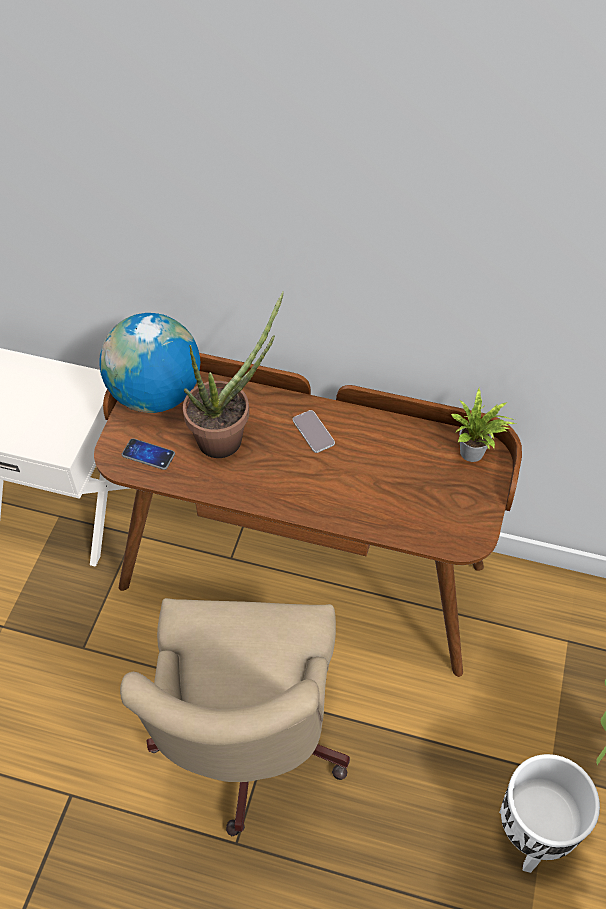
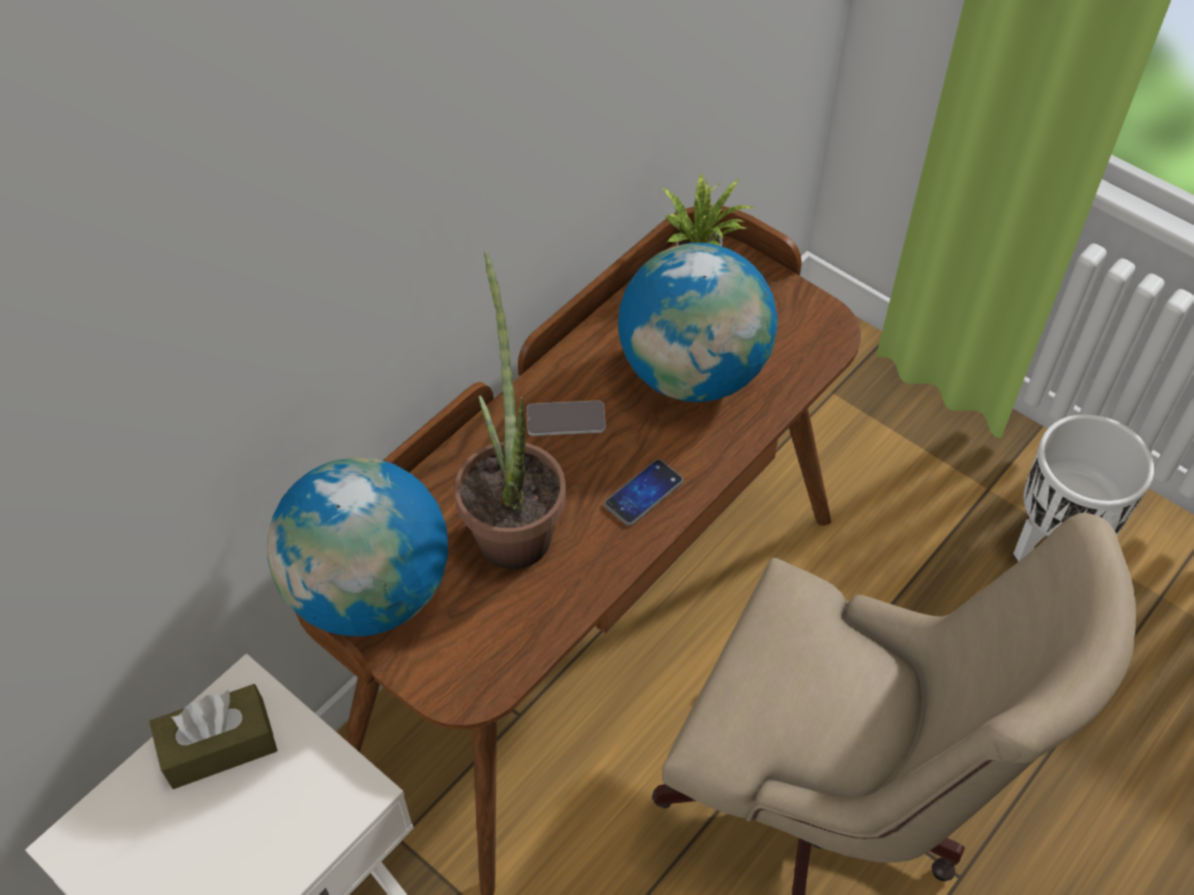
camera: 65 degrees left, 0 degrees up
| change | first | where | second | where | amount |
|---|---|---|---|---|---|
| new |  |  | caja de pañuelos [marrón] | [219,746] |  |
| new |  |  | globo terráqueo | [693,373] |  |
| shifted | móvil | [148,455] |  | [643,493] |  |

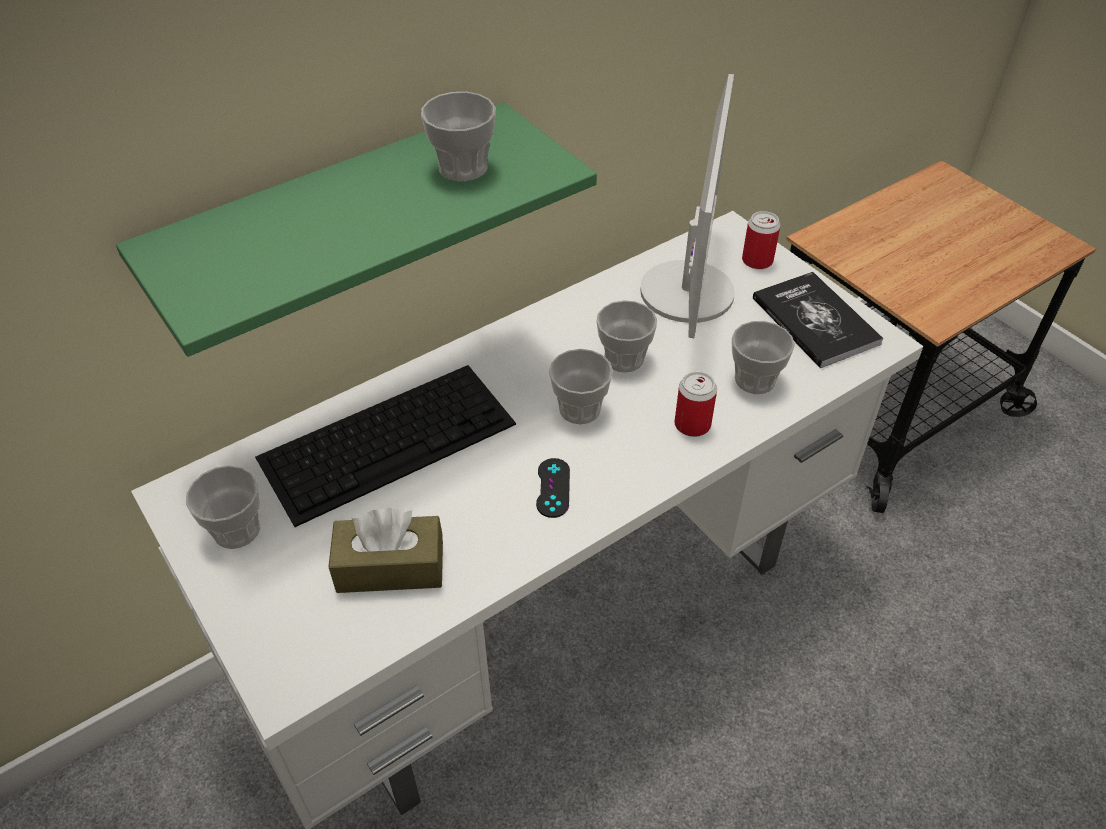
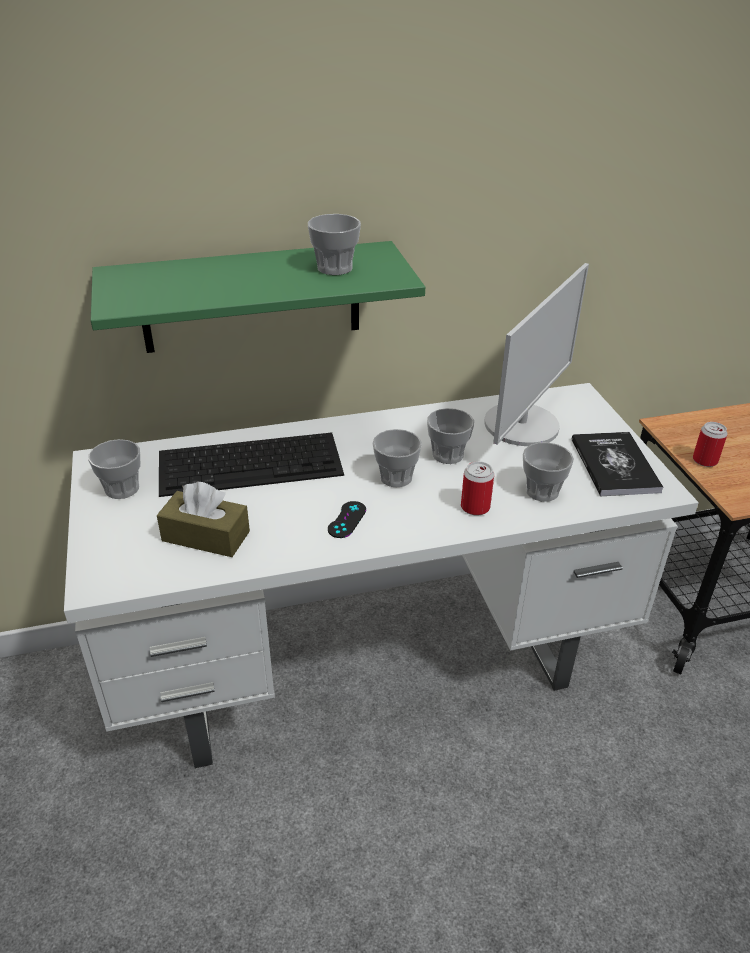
camera: 20 degrees right, 10 degrees down
| change | first | where | second | where | amount |
|---|---|---|---|---|---|
| shifted | lata | [757,261] |  | [704,460] |  |

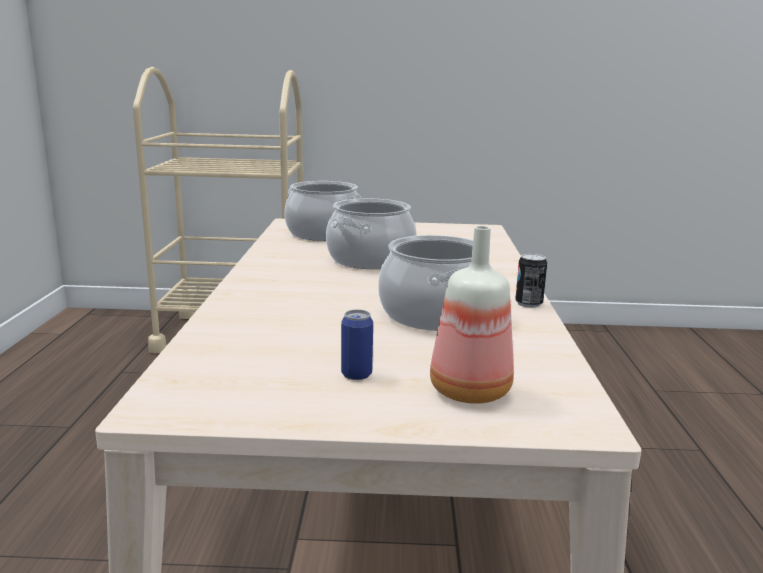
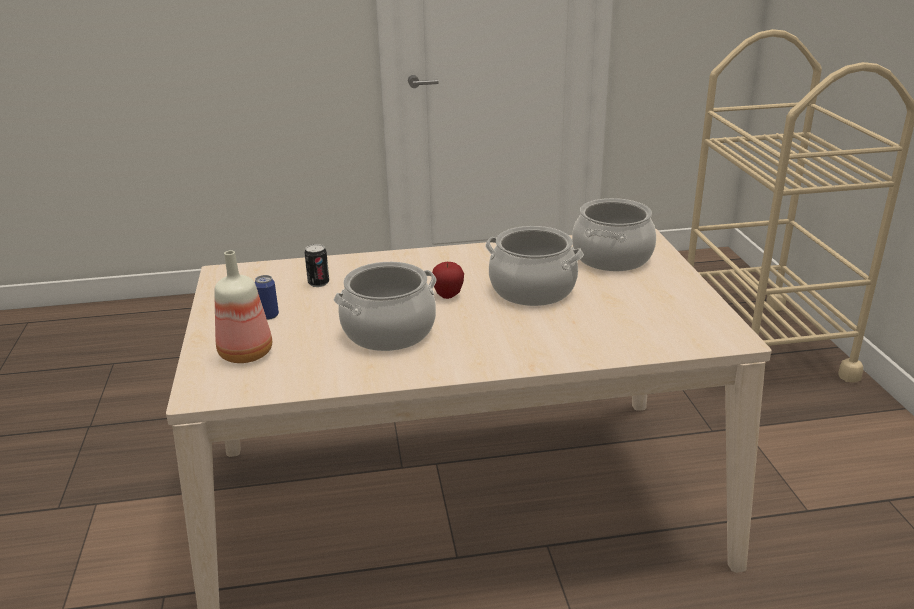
camera: 80 degrees right, 10 degrees up
| change | first | where | second | where | amount |
|---|---|---|---|---|---|
| new |  |  | manzana | [448,296] |  |
| shifted | lata | [528,304] |  | [318,283] |  |

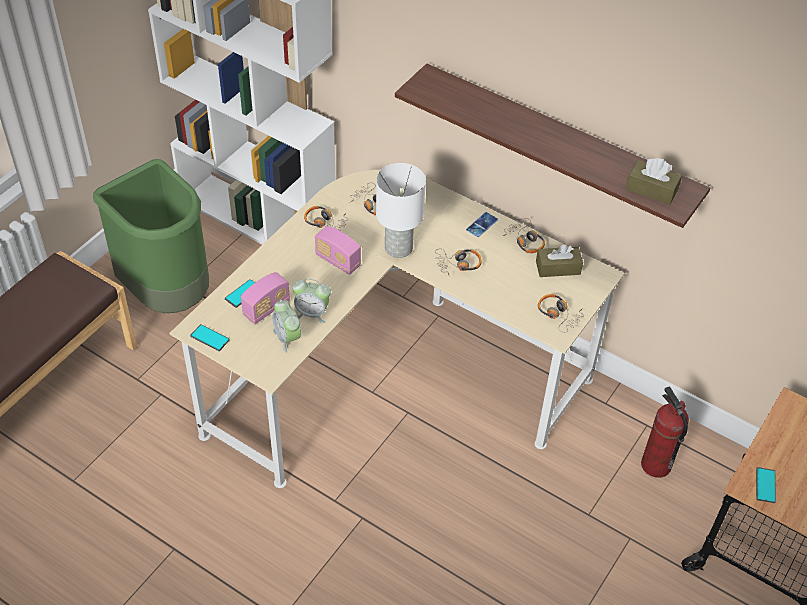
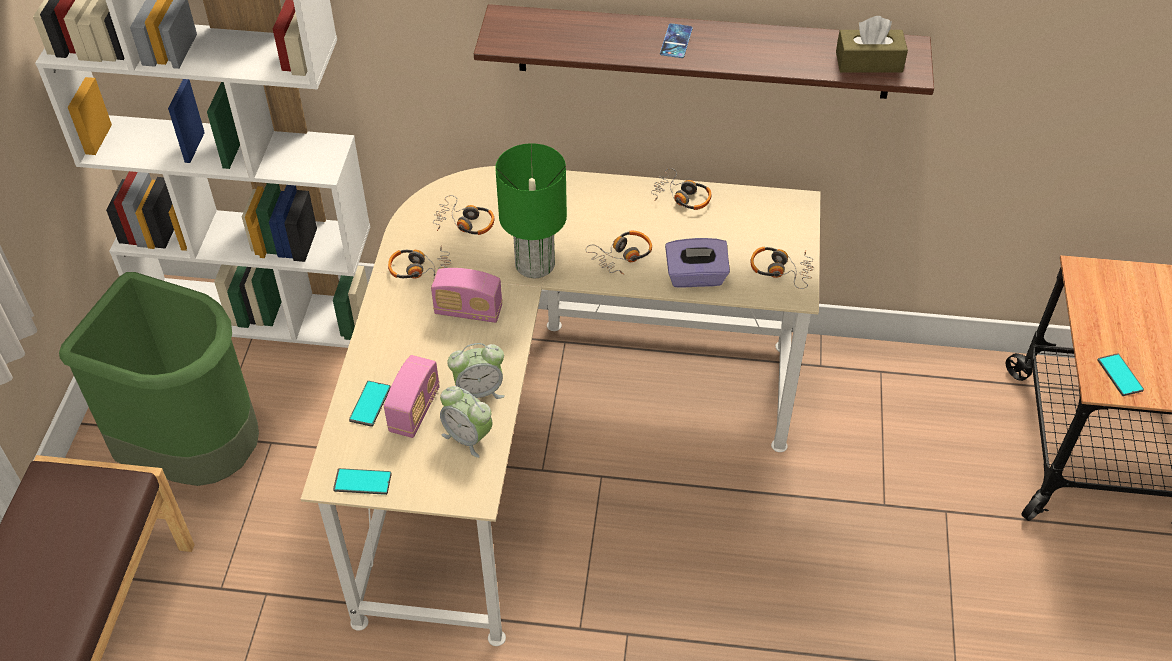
camera: 25 degrees left, 0 degrees up
| change | first | where | second | where | amount |
|---|---|---|---|---|---|
| gone | caja de pañuelos [marrón] | [558,268] |  |  |  |
| gone | extintor | [655,465] |  |  |  |
| new |  |  | caja de pañuelos [morado] | [696,277] |  |
| shifted | móvil | [482,225] |  | [676,41] |  |
| repainted | lámpara de mesa [blanco] | [399,247] | lámpara de mesa [verde] | [536,264] |  |

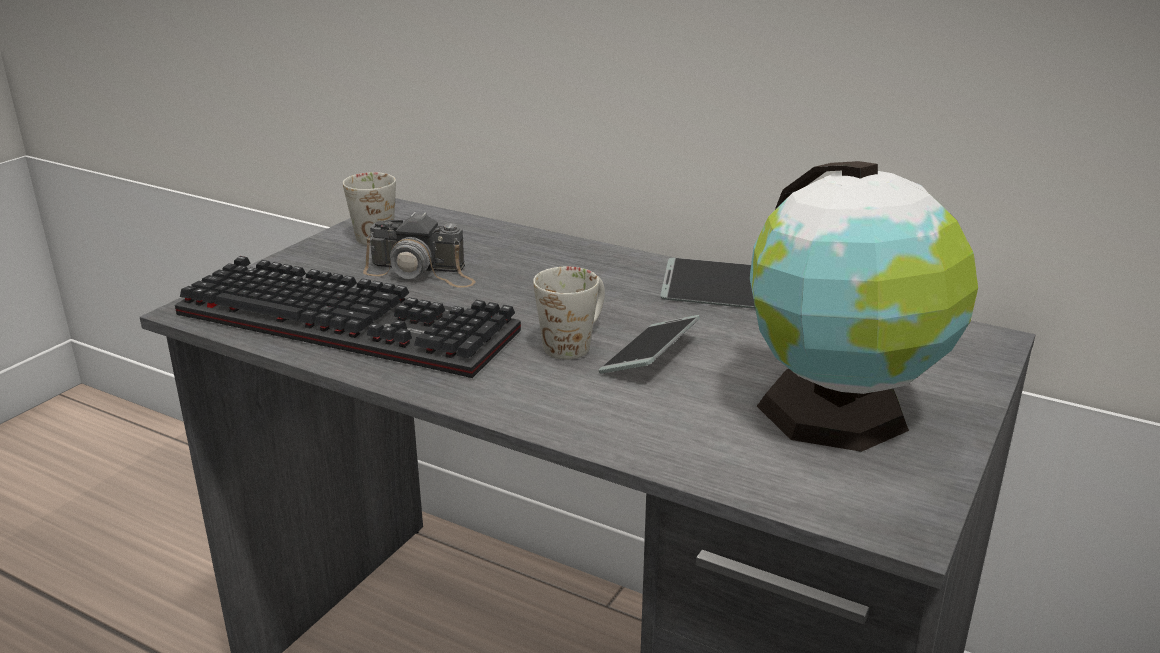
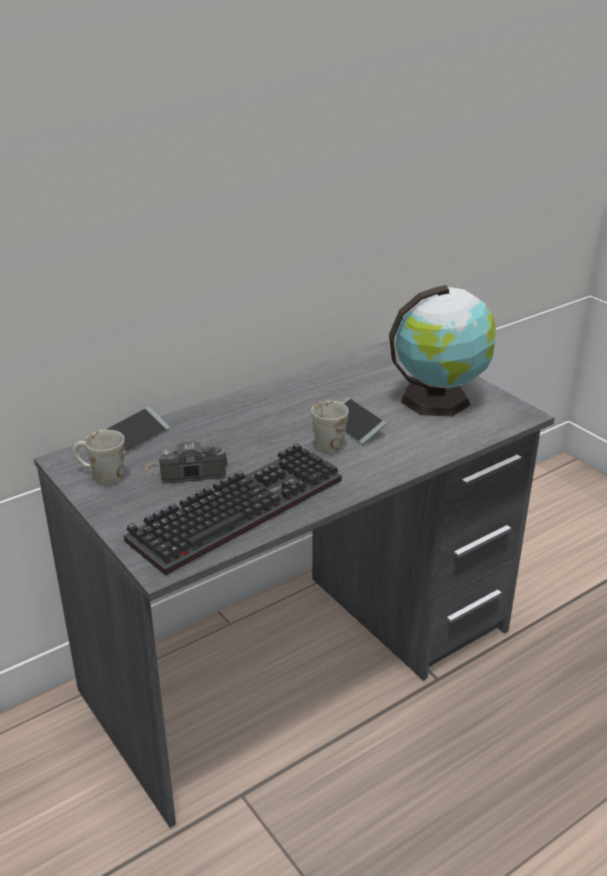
camera: 65 degrees left, 5 degrees up
| change | first | where | second | where | amount |
|---|---|---|---|---|---|
| shifted | móvil | [714,294] |  | [137,436] |  |
| rotated | cámara | [422,272] |  | [186,471] | 135 degrees counterclockwise |

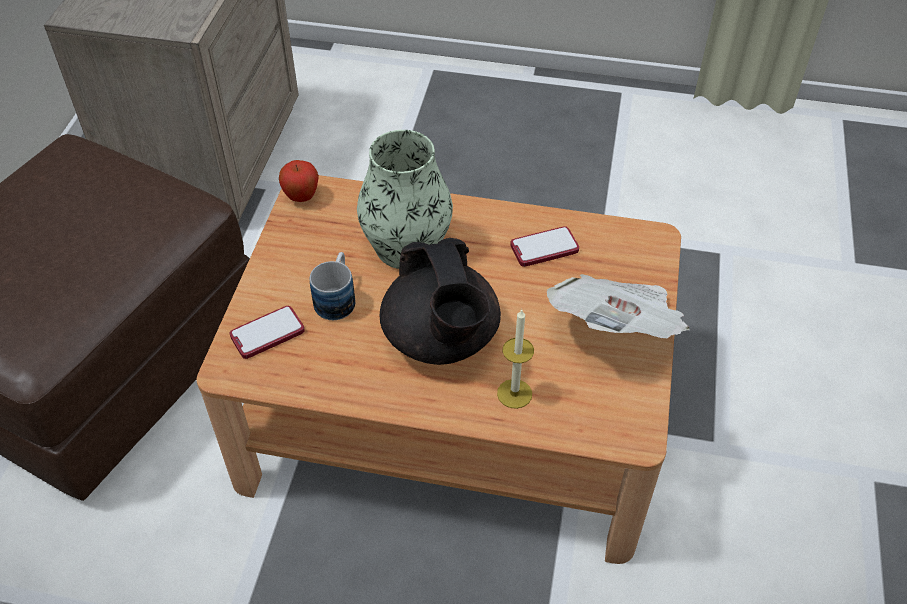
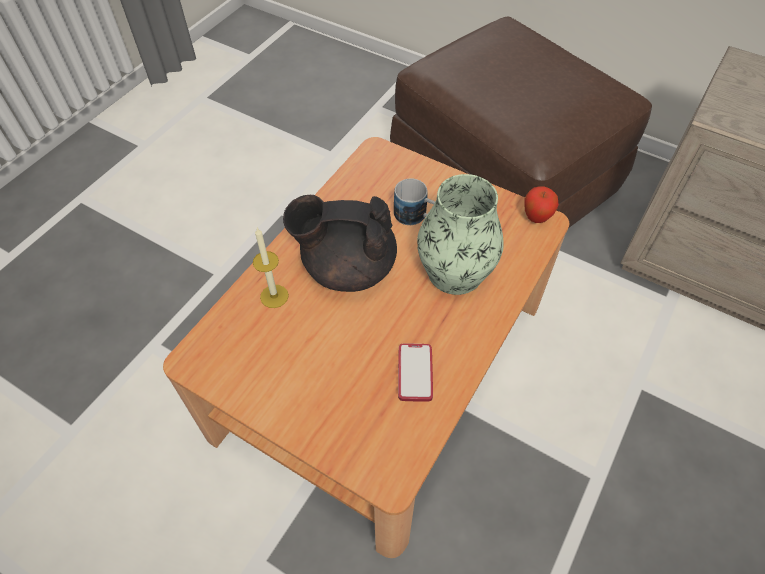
camera: 110 degrees right, 5 degrees up
| change | first | where | second | where | amount |
|---|---|---|---|---|---|
| gone | móvil | [267,333] |  |  |  |
| gone | periódico | [617,328] |  |  |  |

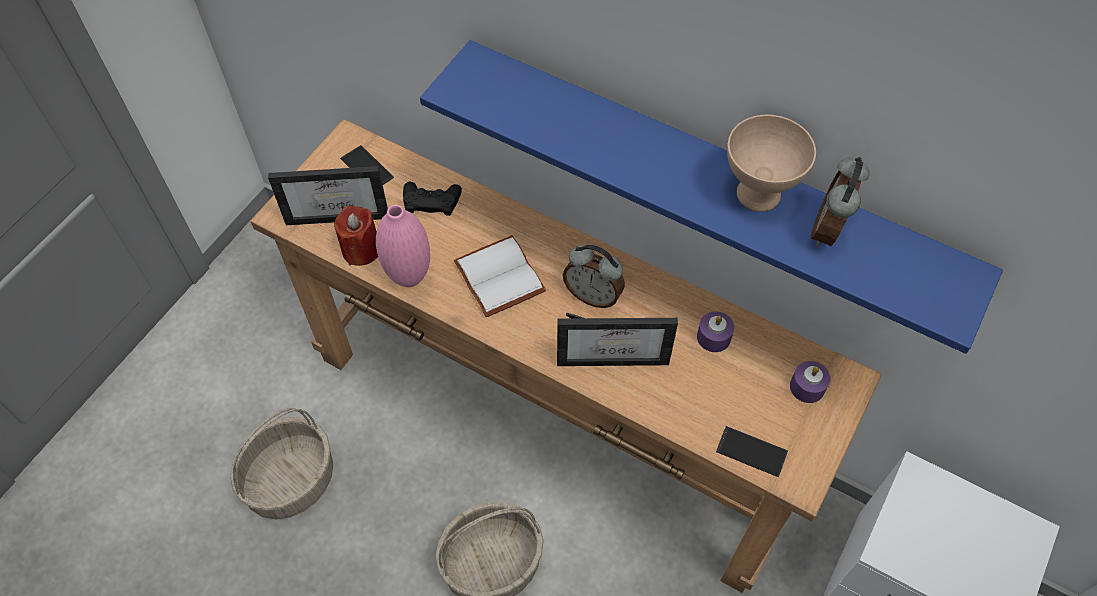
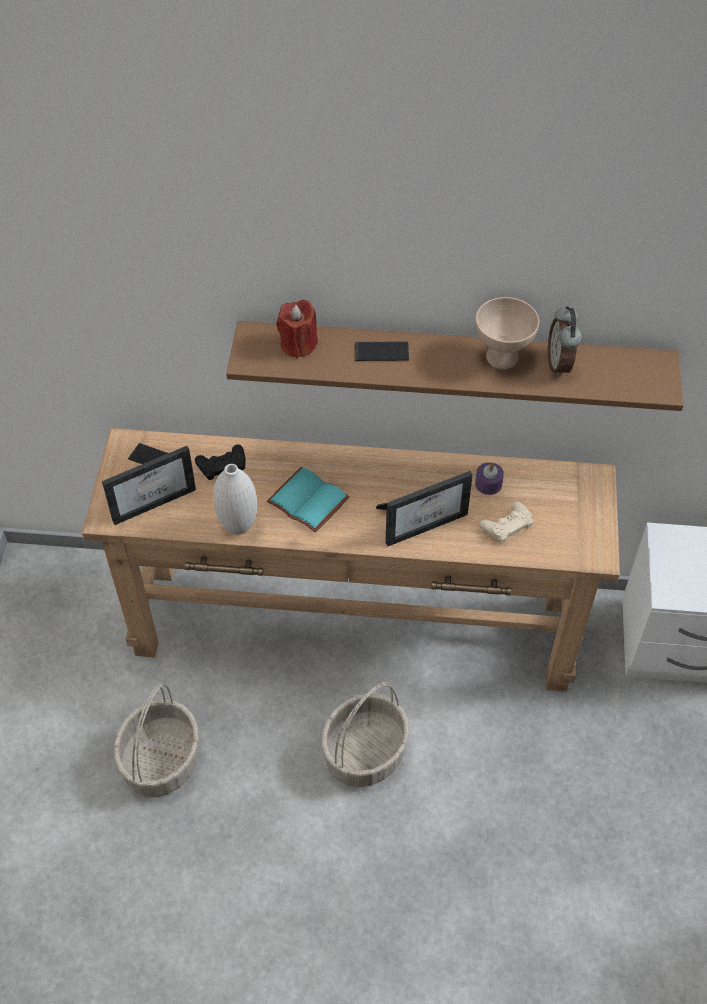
camera: 25 degrees left, 5 degrees down
| change | first | where | second | where | amount |
|---|---|---|---|---|---|
| gone | despertador | [593,295] |  |  |  |
| gone | vela [morado] | [807,387] |  |  |  |
| new |  |  | mando de consola [beis] | [506,525] |  |
| shifted | vela [rojo] | [361,250] |  | [298,344] |  |
| shifted | móvil | [751,451] |  | [381,351] |  |
| repainted | florero [rosa] | [409,277] | florero [blanco] | [238,526] |  |
| repainted | estante [azul] | [708,180] | estante [marrón] | [453,364] |  |
| repainted | libro [blanco] | [496,277] | libro [turquesa] | [306,501] |  |

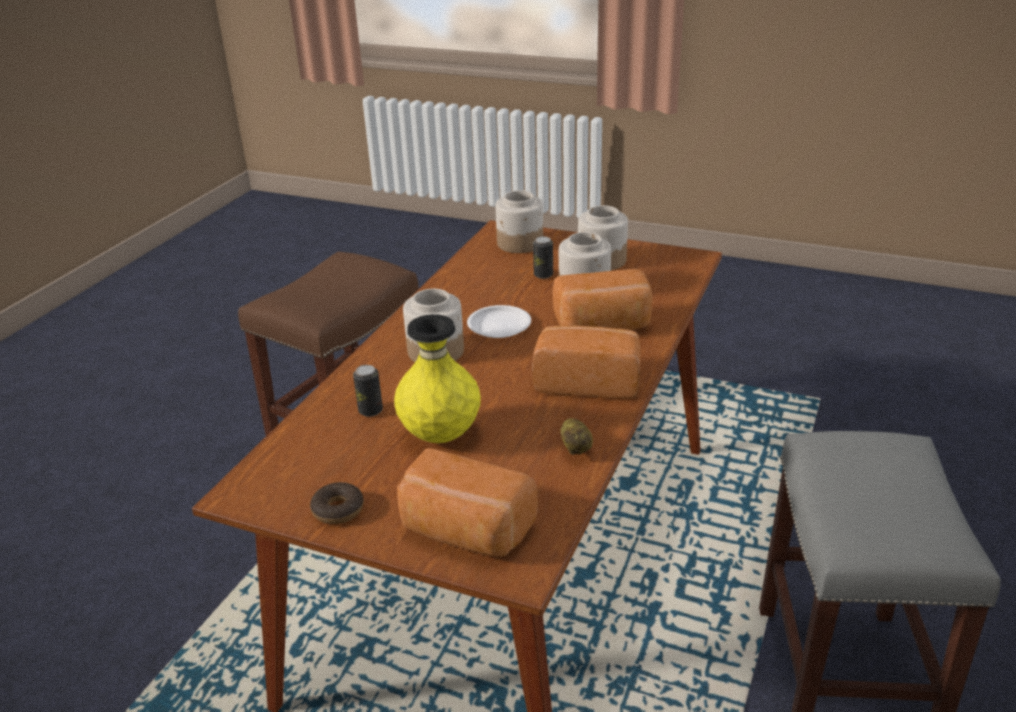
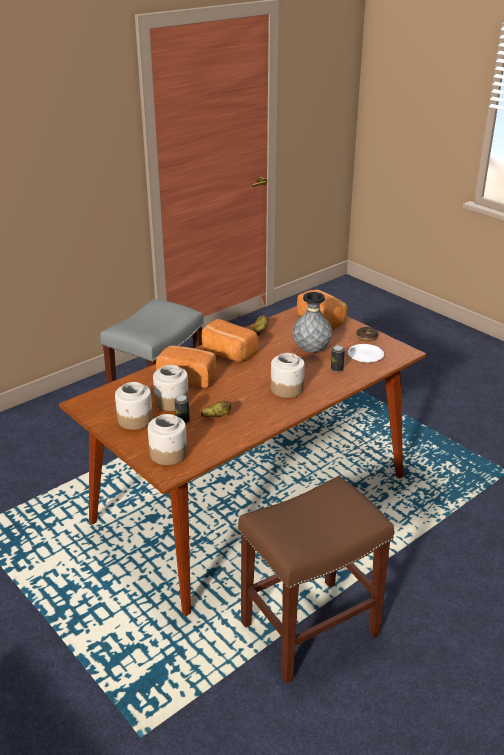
camera: 155 degrees left, 0 degrees up
| change | first | where | second | where | amount |
|---|---|---|---|---|---|
| new |  |  | patata | [216,416] |  |
| shifted | plato [blanco] | [498,326] |  | [365,356] |  |
| repainted | florero [amarillo] | [440,436] | florero [gris] | [311,350] |  |

